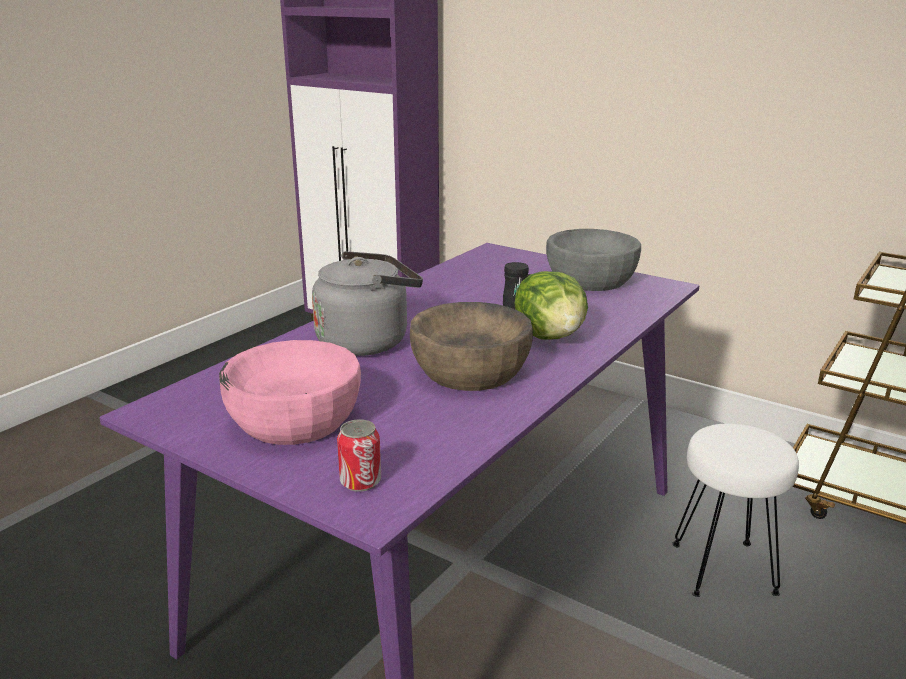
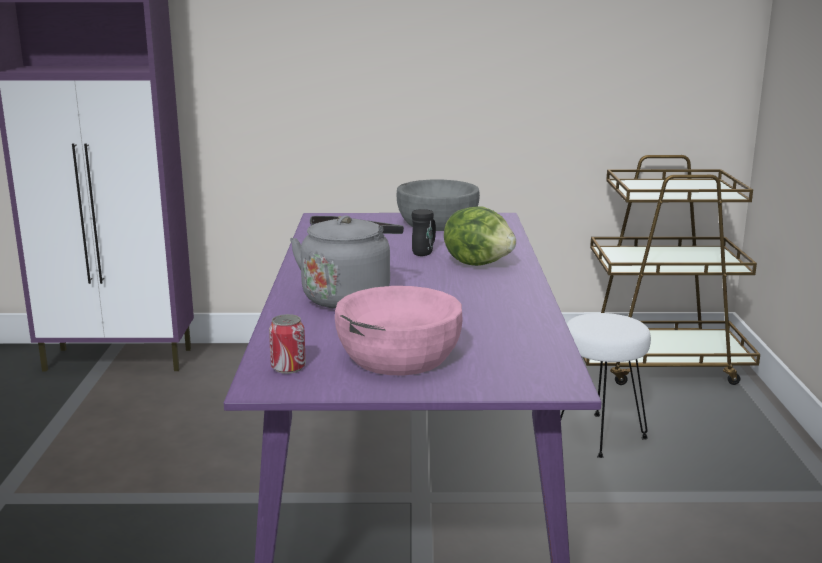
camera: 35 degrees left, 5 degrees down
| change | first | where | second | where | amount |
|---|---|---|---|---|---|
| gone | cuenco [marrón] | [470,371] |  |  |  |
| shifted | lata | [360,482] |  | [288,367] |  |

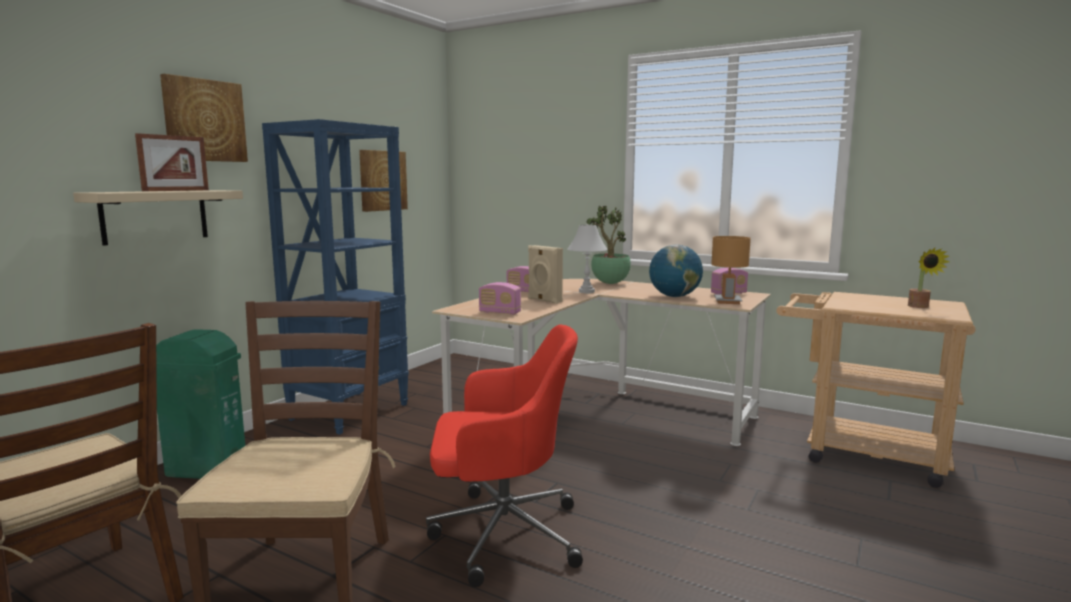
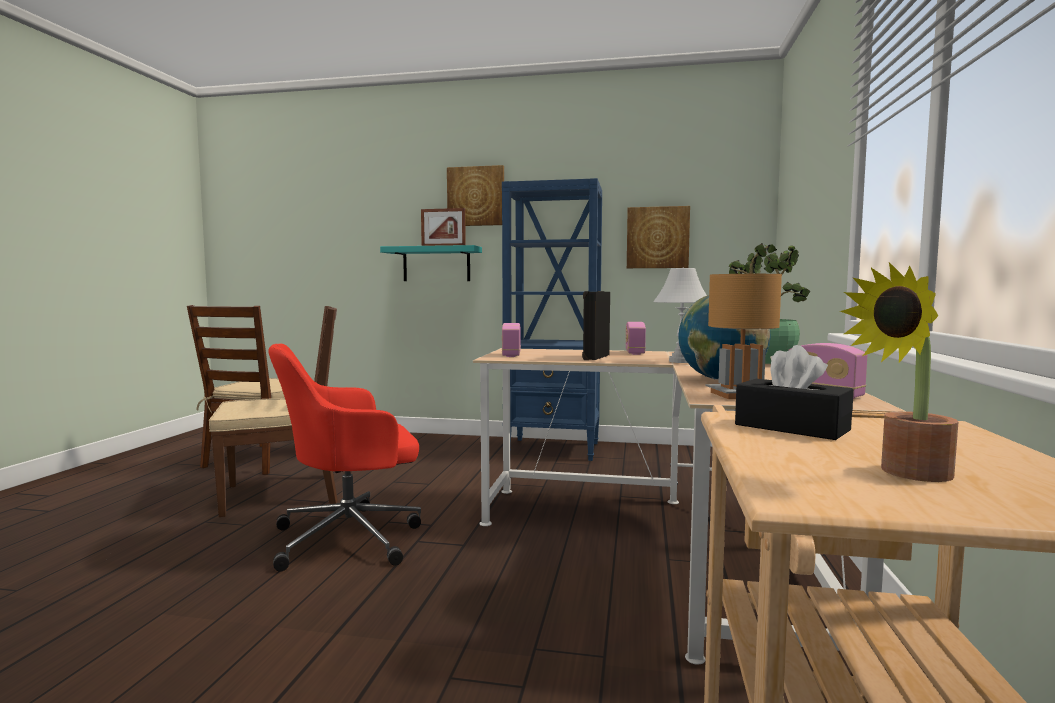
camera: 70 degrees right, 5 degrees down
| change | first | where | second | where | amount |
|---|---|---|---|---|---|
| gone | papelera [verde] | [206,470] |  |  |  |
| new |  |  | caja de pañuelos [negro] | [791,427] |  |
| repainted | estante [beis] | [155,216] | estante [turquesa] | [436,264] |  |
| repainted | altavoz [beis] | [544,300] | altavoz [negro] | [595,357] |  |
| rotated | silla de oficina [rojo] | [502,533] |  | [351,537] | 90 degrees clockwise |

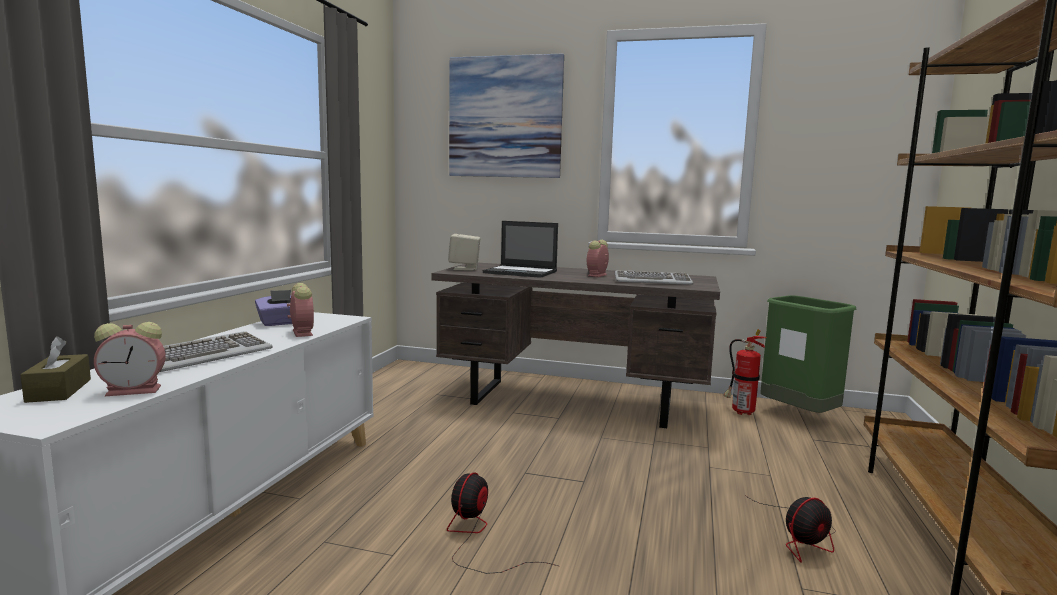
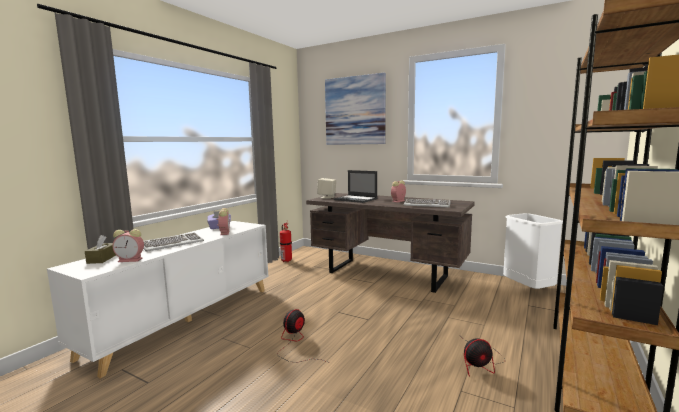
camera: 15 degrees right, 0 degrees up
| change | first | where | second | where | amount |
|---|---|---|---|---|---|
| shifted | extintor | [740,412] |  | [286,261] |  |
| repainted | papelera [verde] | [798,416] | papelera [blanco] | [528,290] |  |

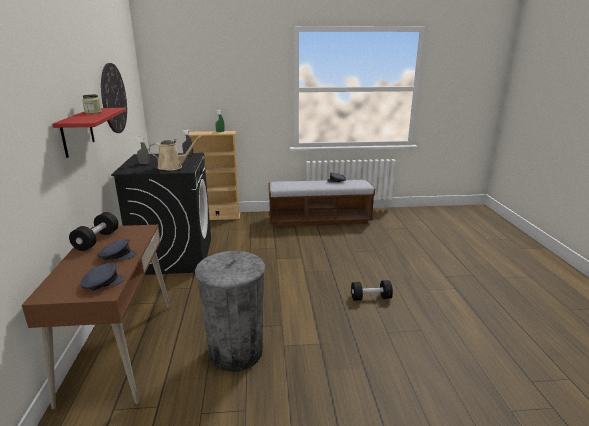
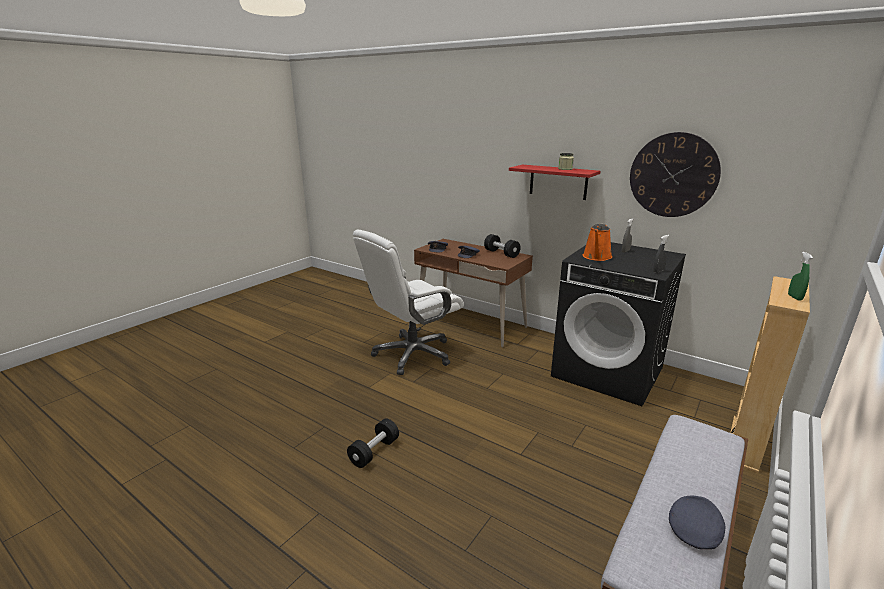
camera: 130 degrees right, 0 degrees up
| change | first | where | second | where | amount |
|---|---|---|---|---|---|
| swapped | papelera [gris] | [236,352] | silla de oficina [blanco] | [412,354] |  |
| repainted | regadera [beis] | [173,167] | regadera [naranja] | [596,257] |  |

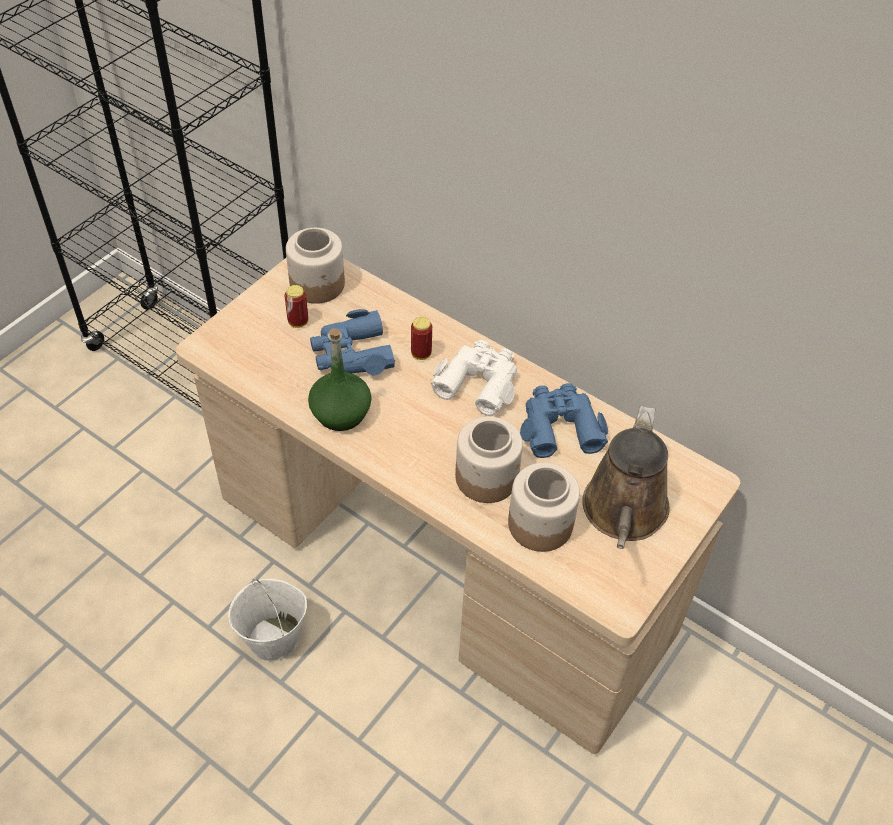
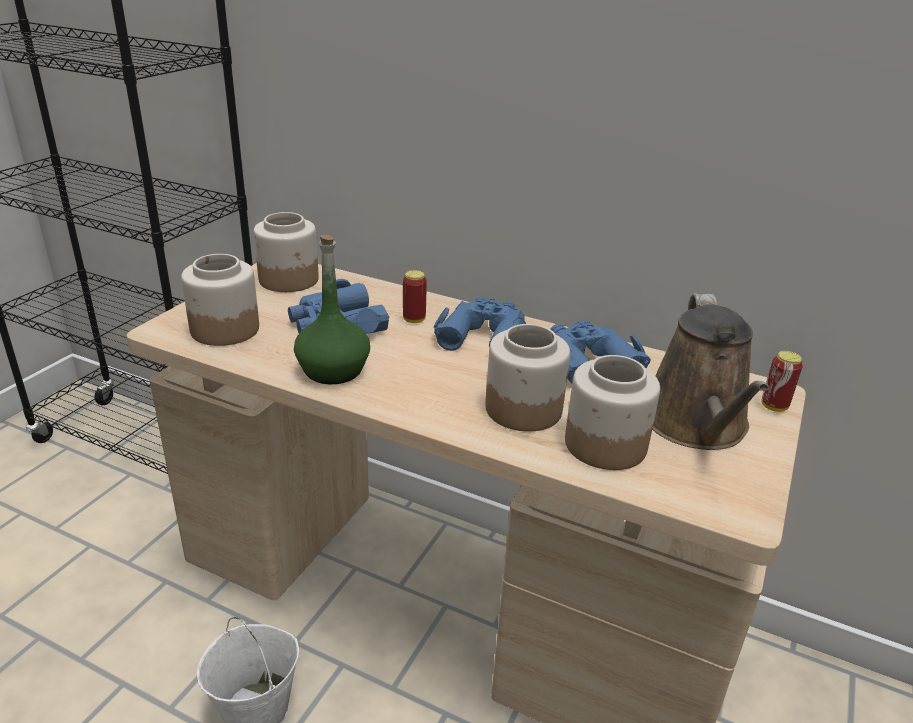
camera: 10 degrees left, 20 degrees down
| change | first | where | second | where | amount |
|---|---|---|---|---|---|
| new |  |  | tarro | [224,329] |  |
| shifted | lata | [298,322] |  | [774,406] |  |
| repainted | prismáticos [blanco] | [478,382] | prismáticos [azul] | [484,335] |  |

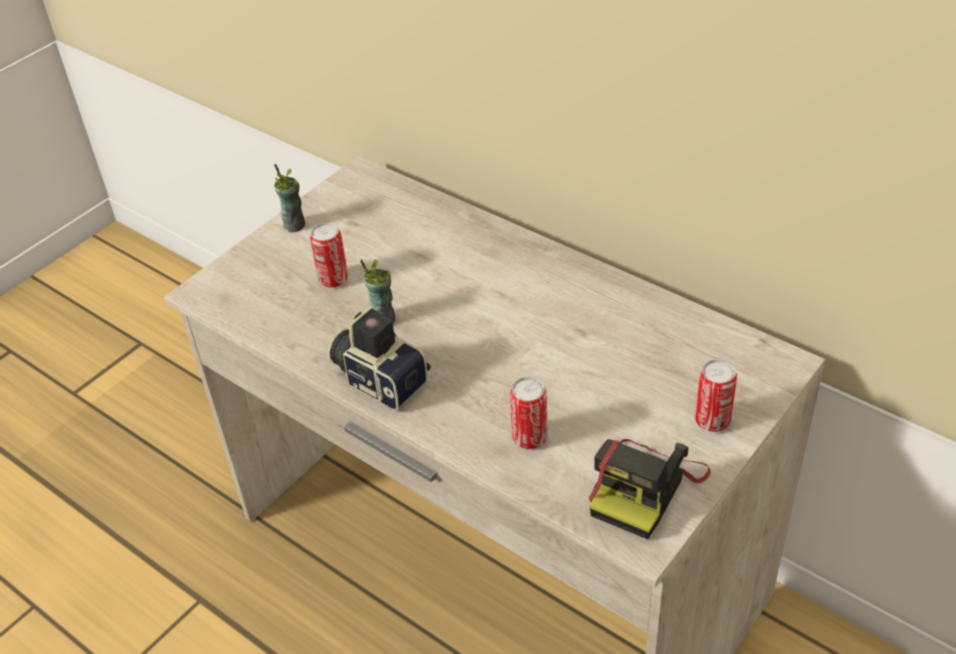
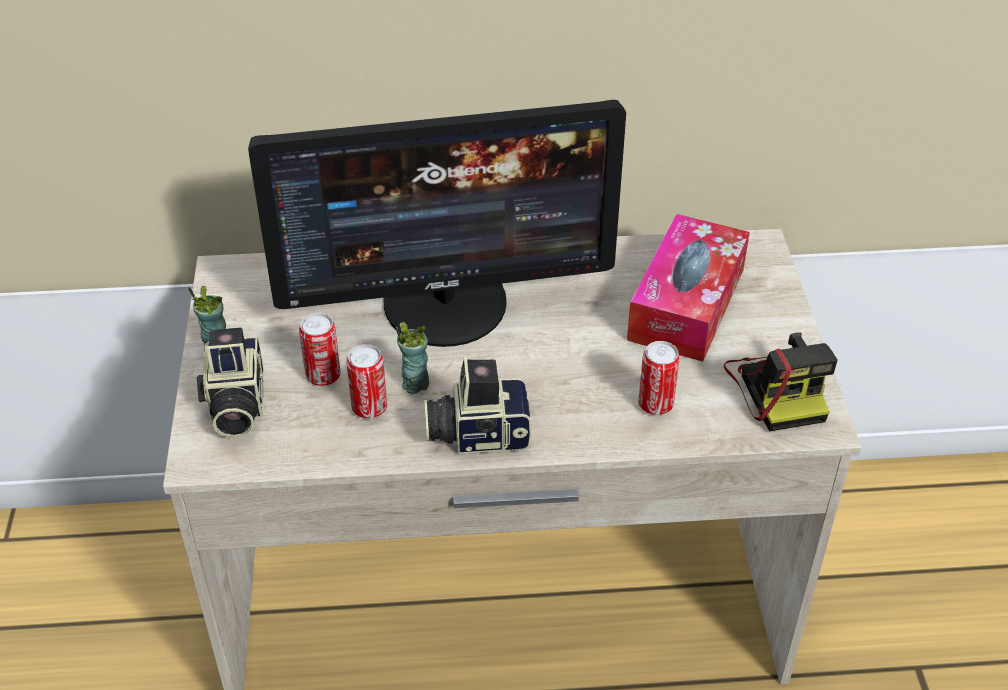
camera: 45 degrees left, 0 degrees up
| change | first | where | second | where | amount |
|---|---|---|---|---|---|
| new |  |  | cámara | [235,405] |  |
| new |  |  | monitor | [446,303] |  |
| new |  |  | caja de pañuelos | [686,304] |  |
| shifted | lata | [712,421] |  | [369,408] |  |

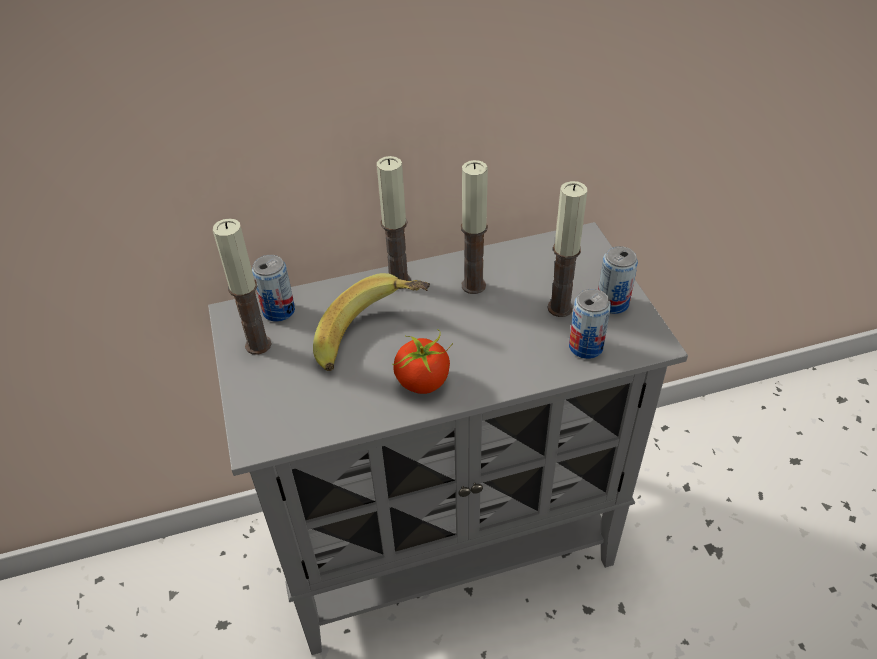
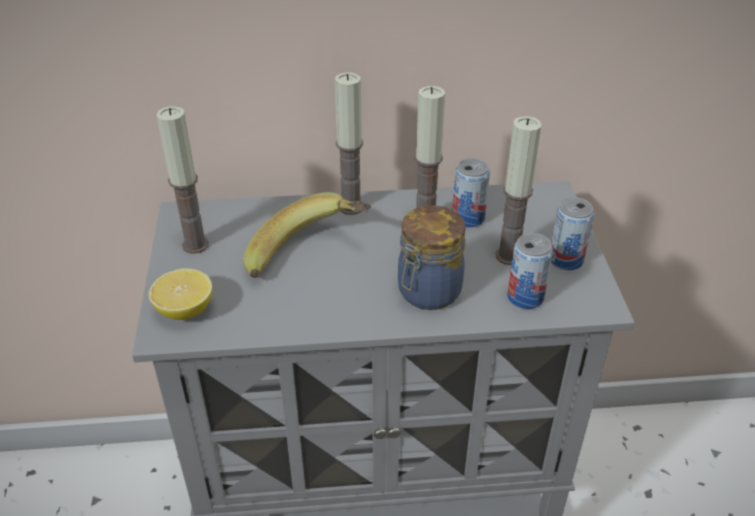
camera: 10 degrees right, 5 degrees down
| change | first | where | second | where | amount |
|---|---|---|---|---|---|
| gone | tomate | [423,381] |  |  |  |
| new |  |  | limón | [185,310] |  |
| new |  |  | tarro | [427,293] |  |
| shifted | lata | [279,311] |  | [468,218] |  |

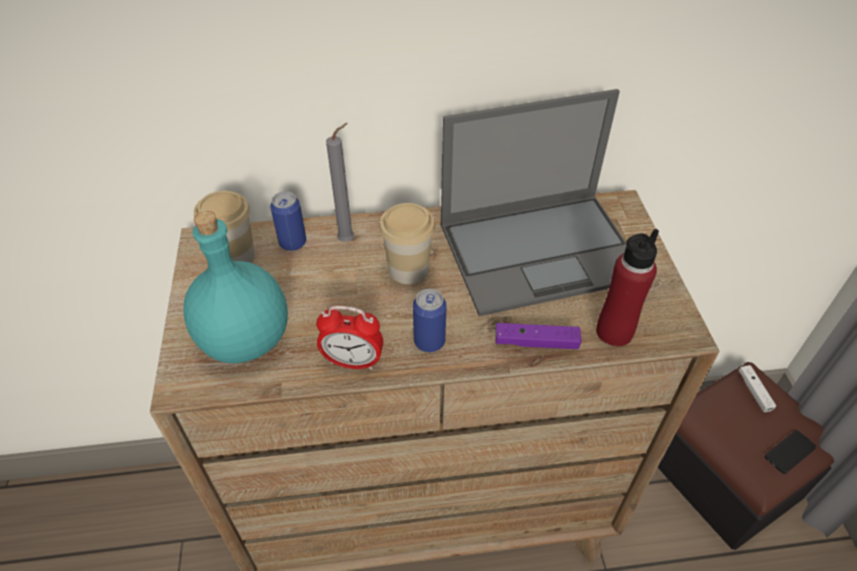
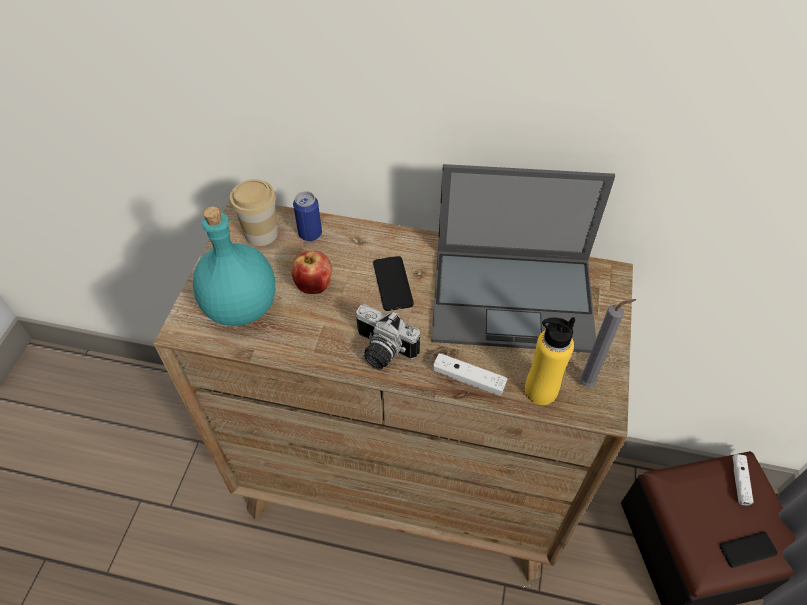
camera: 20 degrees right, 5 degrees up
| change | first | where | second | where | amount |
|---|---|---|---|---|---|
| gone | despertador | [353,362] |  |  |  |
| new |  |  | manzana | [314,286] |  |
| shifted | vela [gris] | [349,240] |  | [589,383] |  |
| swapped | taza | [408,269] | móvil | [393,283] |  |
| swapped | lata | [429,342] | cámara | [381,351] |  |
| repainted | mando de consola [morado] | [536,342] | mando de consola [blanco] | [468,379] |  |
| repainted | botella [rojo] | [614,332] | botella [amarillo] | [540,390] |  |

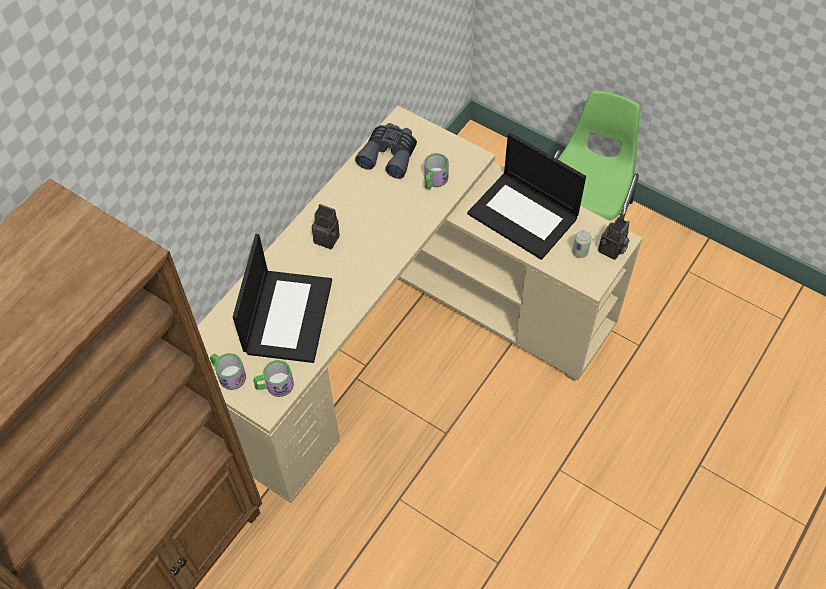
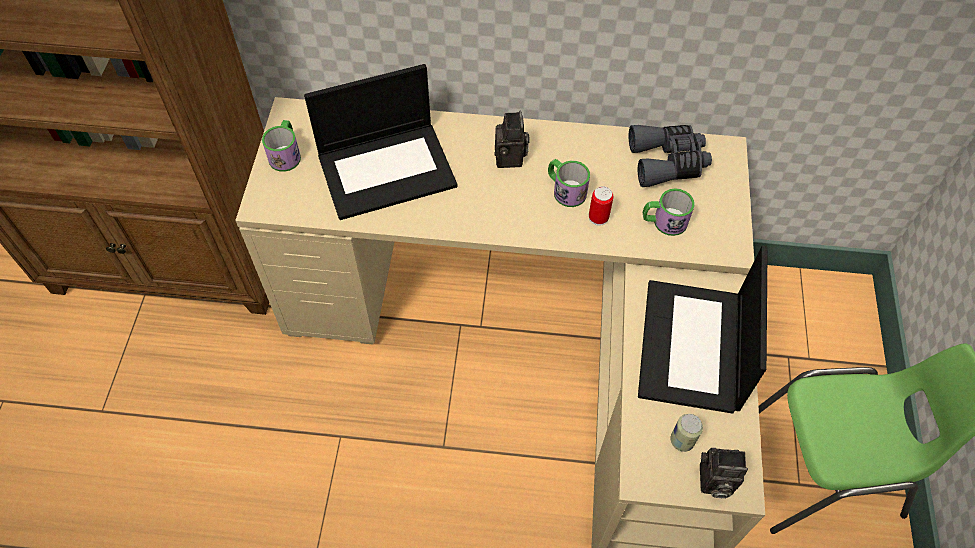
camera: 60 degrees right, 0 degrees up
| change | first | where | second | where | amount |
|---|---|---|---|---|---|
| new |  |  | lata | [598,217] |  |
| shifted | taza grande | [274,386] |  | [565,190] |  |

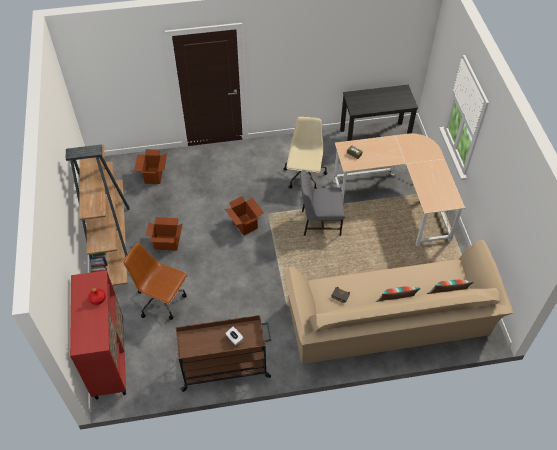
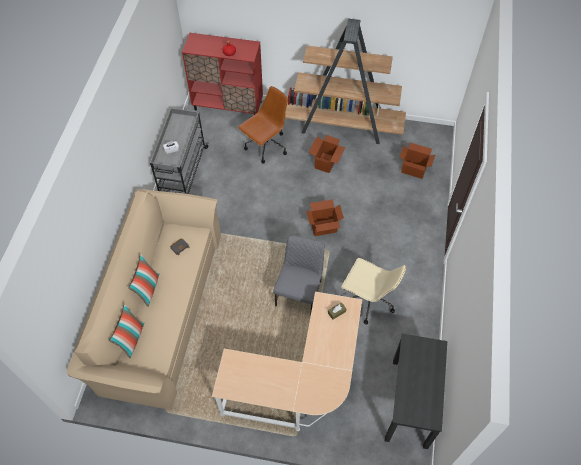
camera: 110 degrees right, 5 degrees up
| change | first | where | second | where | amount |
|---|---|---|---|---|---|
| repainted | carrito [marrón] | [225,367] | carrito [gris] | [183,173] |  |

